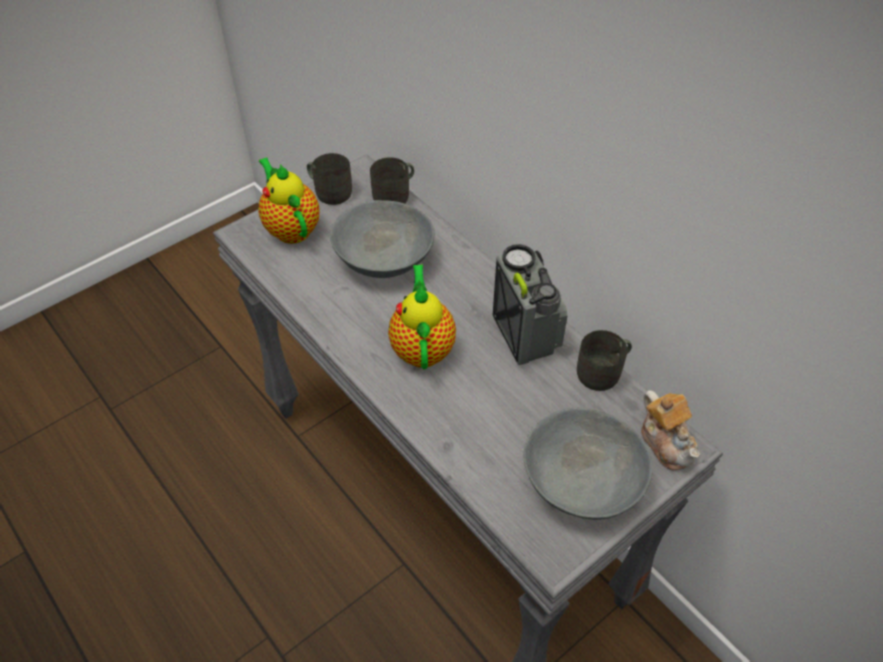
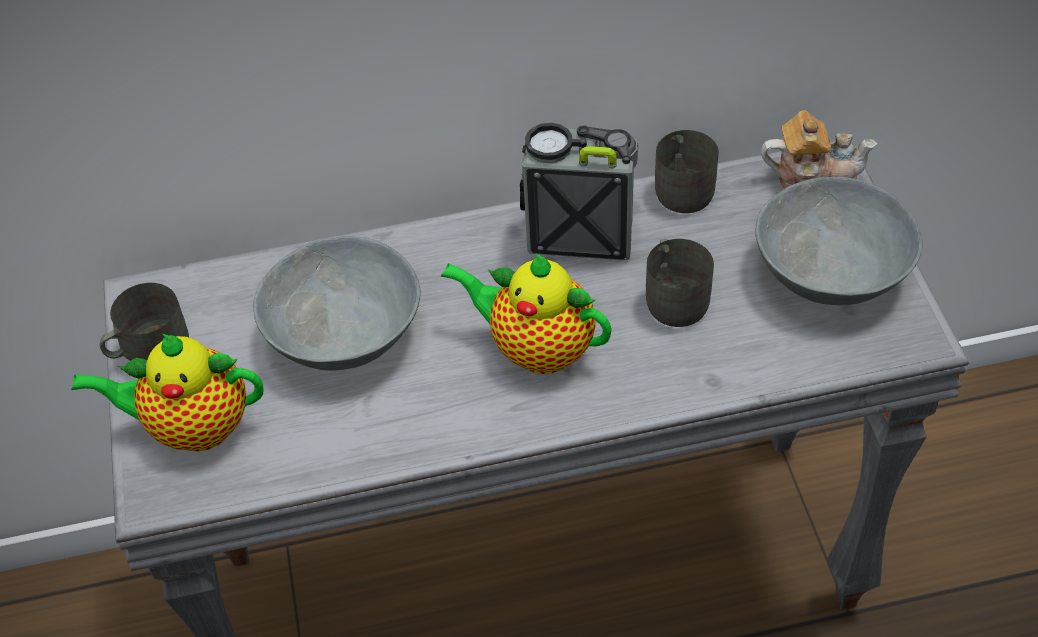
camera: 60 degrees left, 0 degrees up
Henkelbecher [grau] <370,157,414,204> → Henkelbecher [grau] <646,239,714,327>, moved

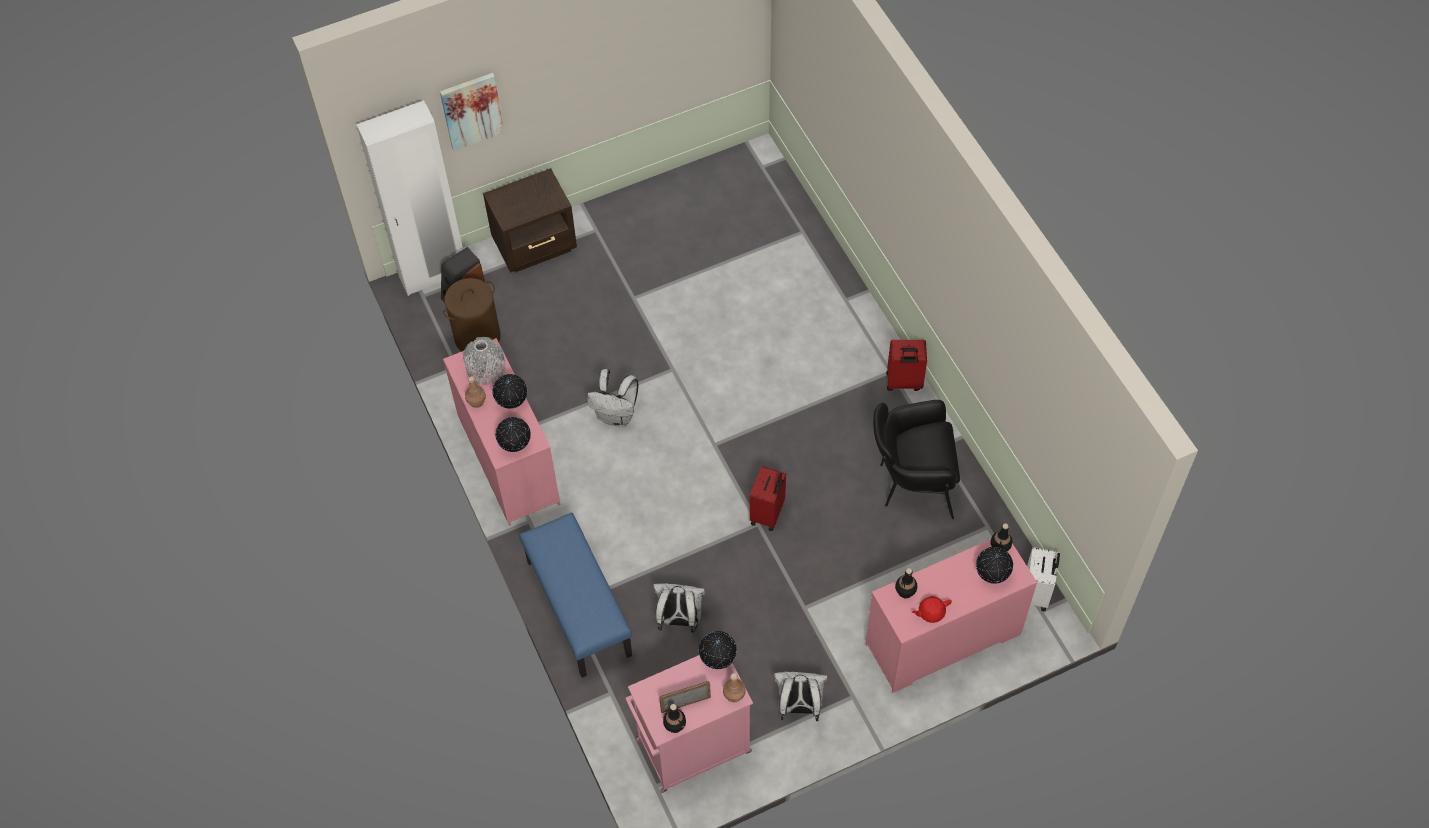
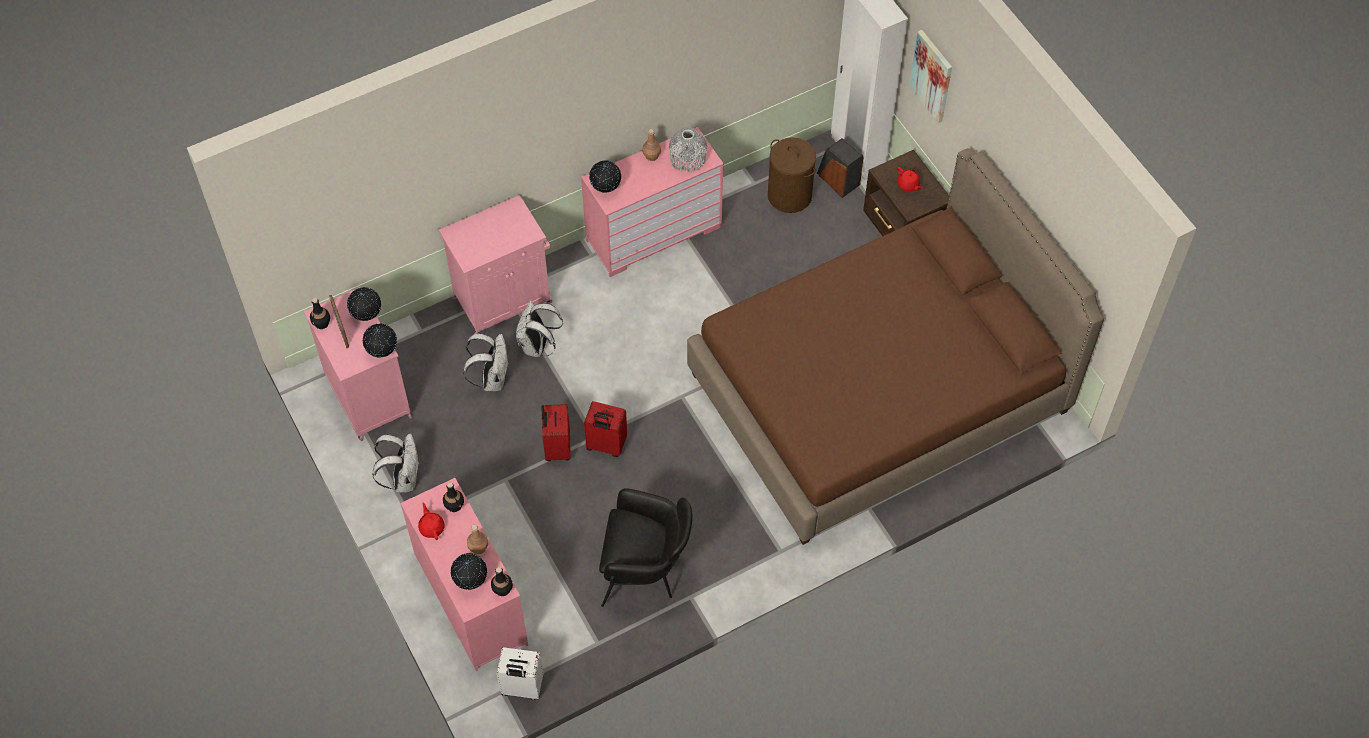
camera: 85 degrees right, 0 degrees up
Globus <492,374,527,409> → Globus <347,287,381,321>, moved
Bank [blau] <519,512,632,678> → Schrank [rosa] <439,195,552,334>
Flasche [braun] <723,673,745,702> → Flasche [braun] <467,525,488,554>, moved
Rucksack [weiß] <587,369,638,427> → Rucksack [weiß] <516,300,563,357>, moved
Koffer [rot] <886,340,927,391> → Koffer [rot] <542,404,571,461>, moved
Sessel [schwarz] <873,400,960,519> → Sessel [schwarz] <599,488,692,607>, 105 degrees clockwise
- → Bett [braun] <687,148,1104,545>
- → Teekanne [rot] <897,167,923,191>

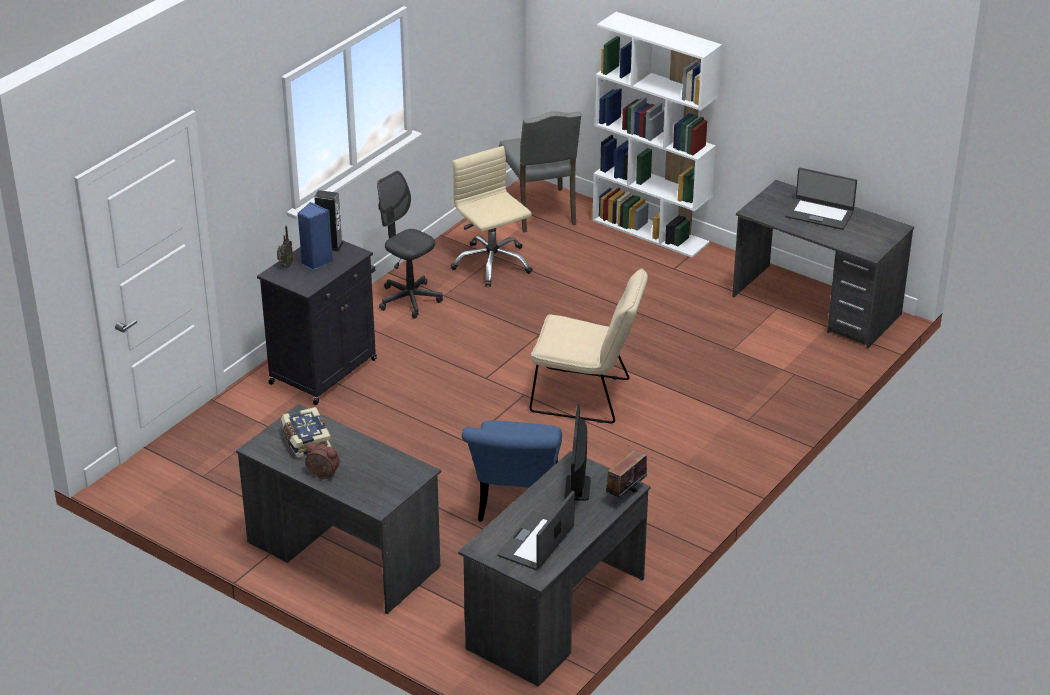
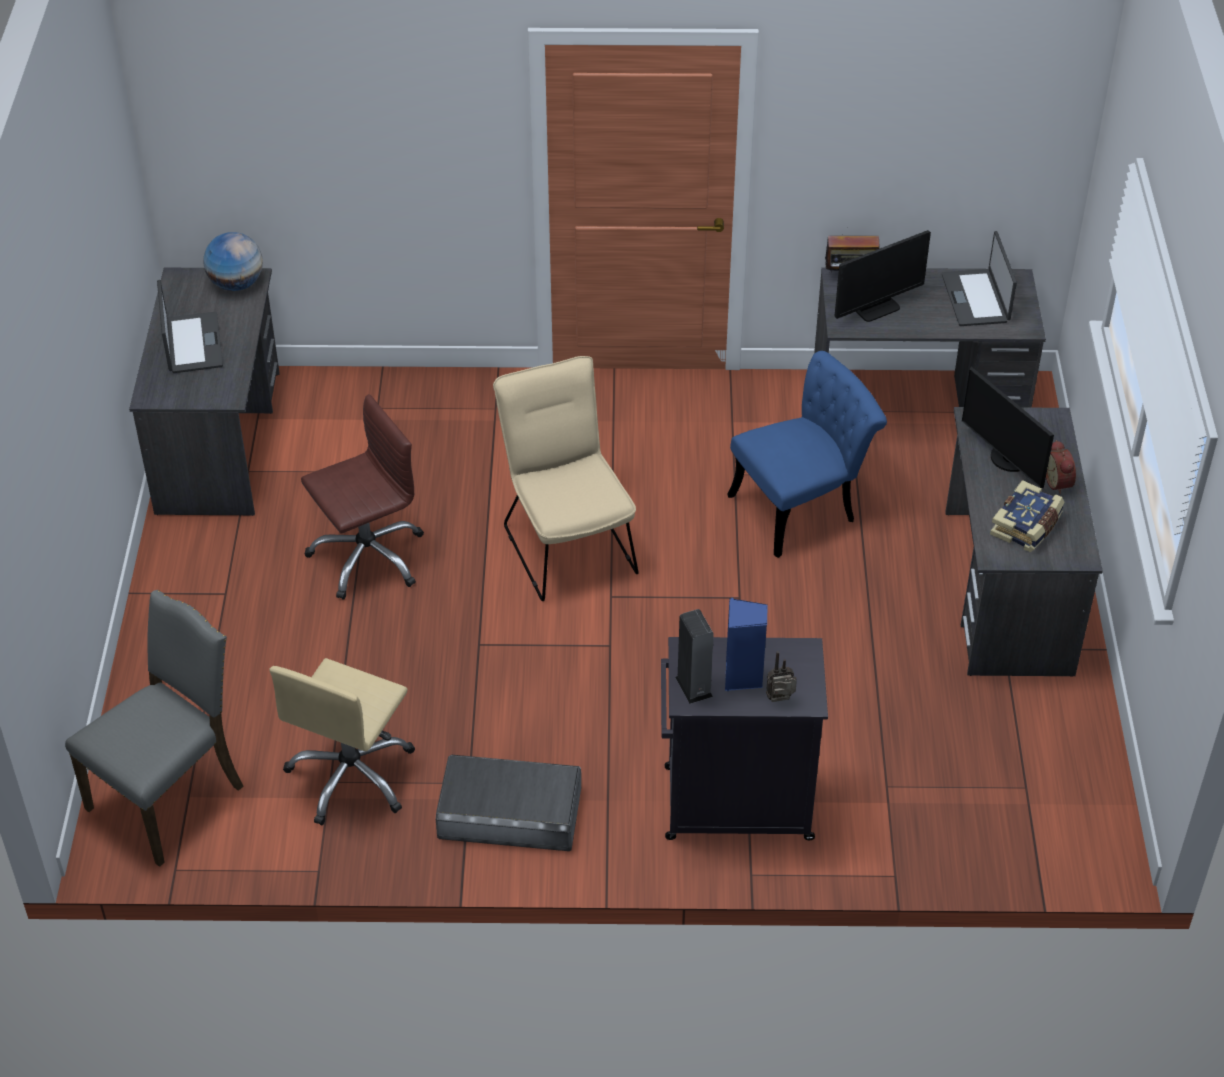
camera: 125 degrees left, 10 degrees up
- → Globus <203,232,263,291>
- → Bürostuhl [braun] <301,394,424,600>
Bürostuhl [grau] <377,171,443,319> → Aufbewahrungsbox [grau] <436,755,581,851>
Laptop <497,491,575,570> → Laptop <942,231,1017,326>, 90 degrees clockwise
- → Monitor <962,367,1054,488>
Bücherregal [weiß] <592,12,722,258> → -

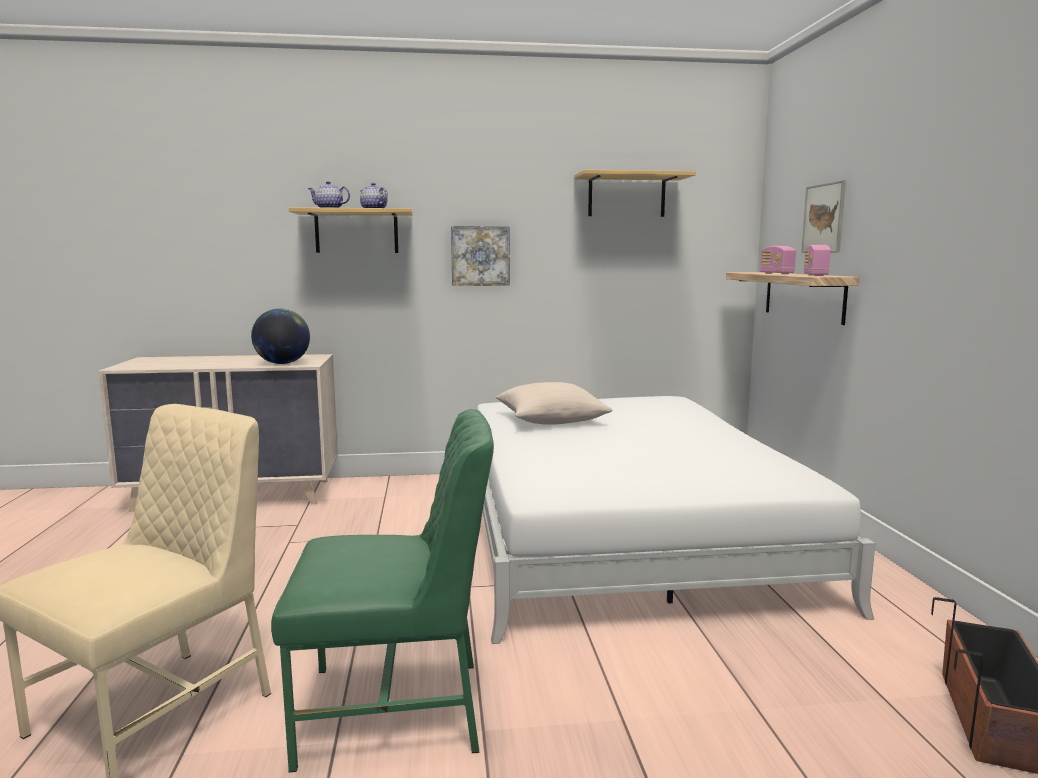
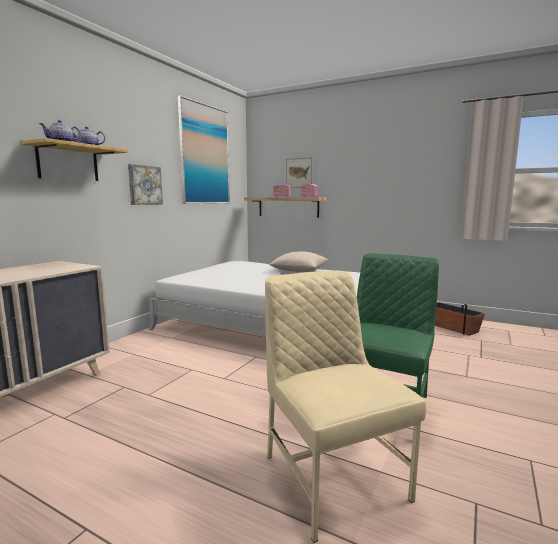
camera: 55 degrees left, 0 degrees up
Wandregal <574,169,696,217> → Bild <178,95,230,204>
Kissen [beige] <495,382,612,425> → Kissen [beige] <269,252,328,272>, moved
Globus <251,309,310,364> → -

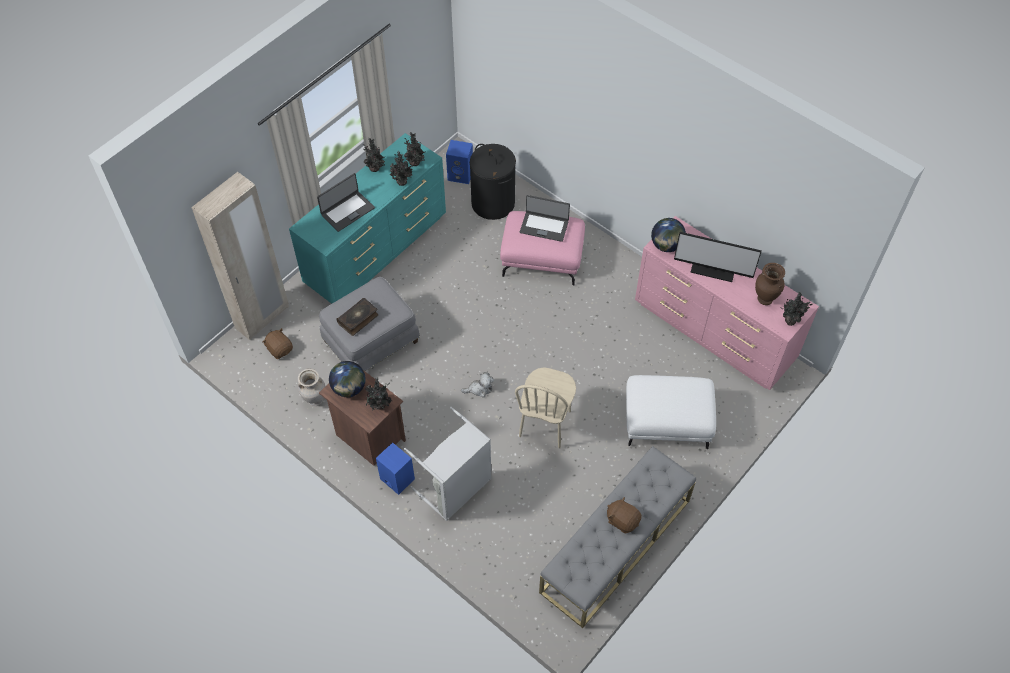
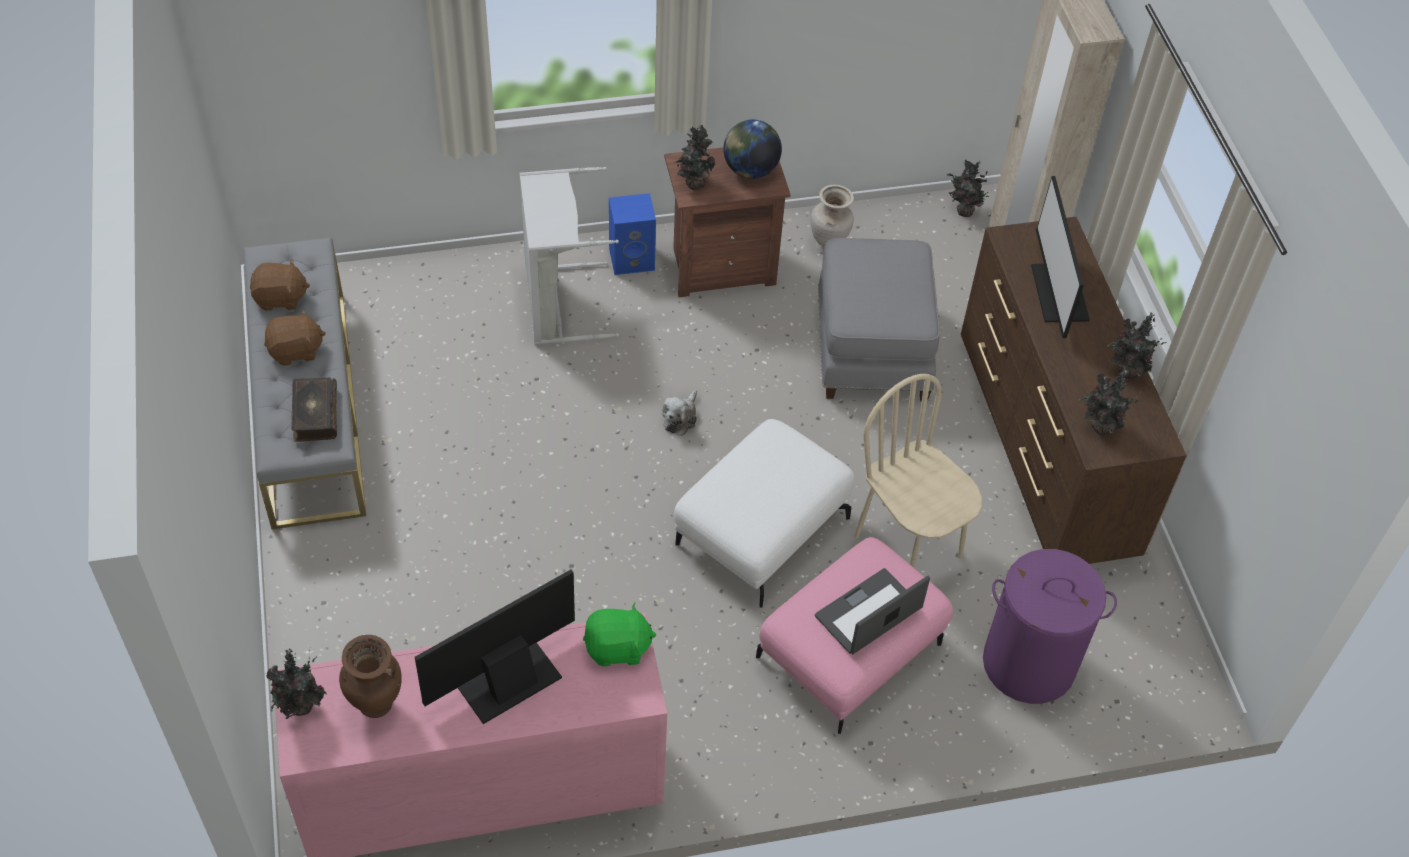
camera: 125 degrees right, 5 degrees down
Plüschtier [braun] <262,328,293,359> → Plüschtier [braun] <250,259,310,311>, moved
Buch <336,298,378,336> → Buch <291,377,337,442>, moved
Globus <651,218,686,252> → Plüschtier [grün] <583,603,657,666>
Polsterhocker [weiß] <626,375,716,449> → Polsterhocker [weiß] <674,419,854,608>, moved
Stuhl [beige] <515,367,576,448> → Stuhl [beige] <855,374,982,567>, moved
Topfpflanze <390,151,413,186> → Topfpflanze <947,160,994,217>, moved
Kommode [türkis] <289,133,446,304> → Kommode [braun] <961,217,1187,564>
Wäschekorb [schwarz] <470,144,516,220> → Wäschekorb [lila] <983,549,1117,704>
Laptop <317,173,375,232> → Monitor <1031,176,1090,338>
Lautsprecher [blau] <446,140,473,184> → -

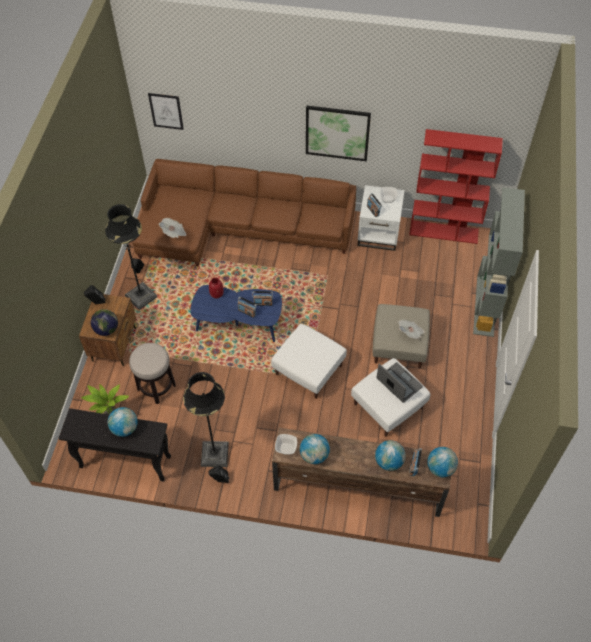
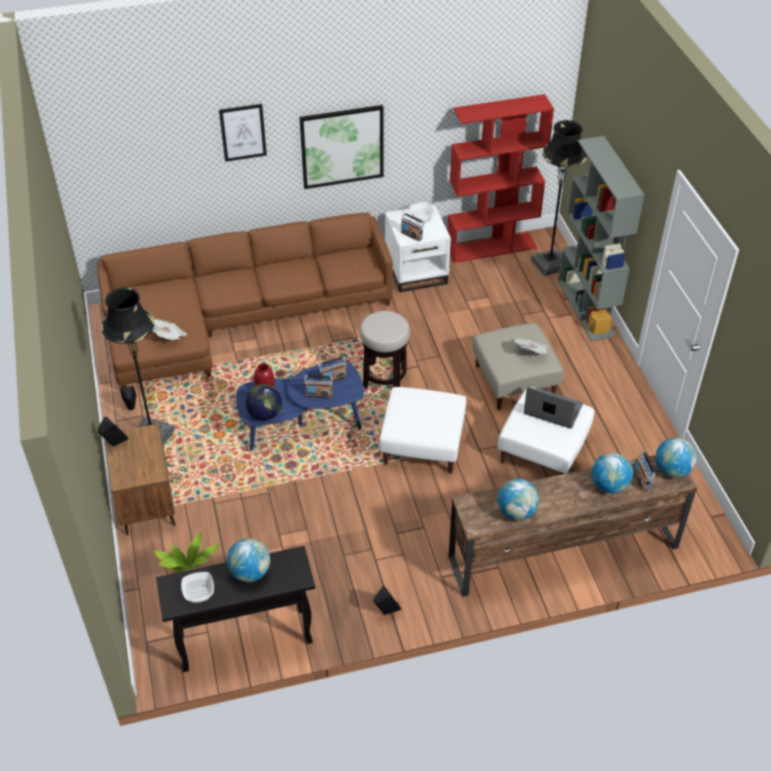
camera: 25 degrees left, 10 degrees down
Schüssel <275,434,297,455> → Schüssel <181,572,214,603>, moved
Bild <148,93,184,130> → Bild <219,104,267,162>, moved
Globus <91,309,118,336> → Globus <246,384,282,420>, moved
Hocker <129,343,176,404> → Hocker <360,311,410,389>, moved
Stehlampe [schwarz] <183,372,229,467> → Stehlampe [schwarz] <530,120,587,276>, moved

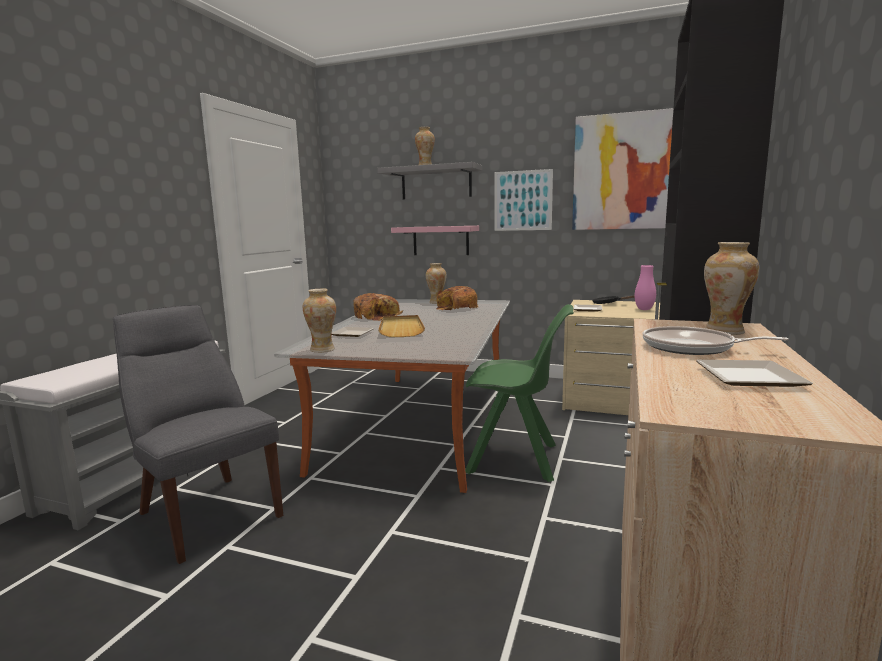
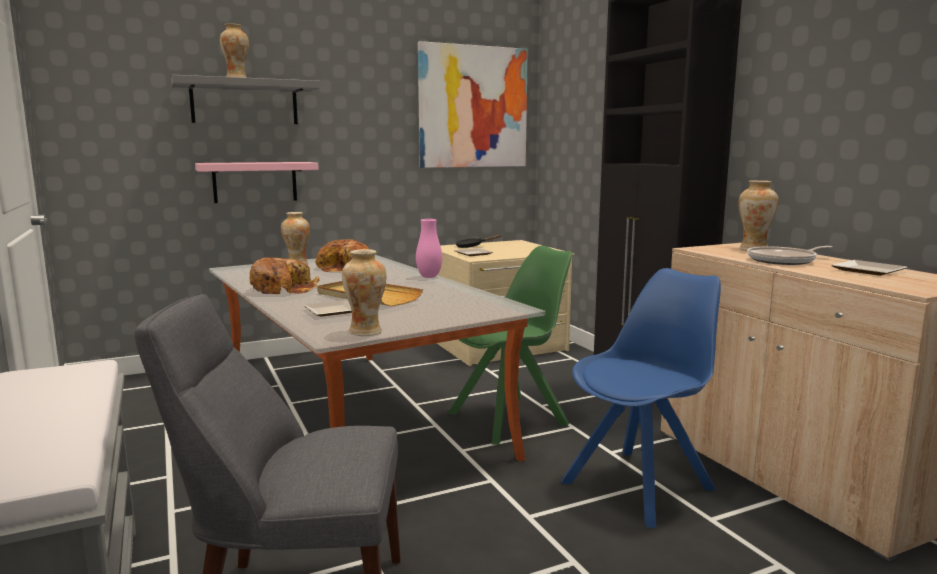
camera: 45 degrees left, 0 degrees up
Vase [rosa] <635,265,656,310> → Vase [rosa] <416,219,442,278>, moved
- → Stuhl [blau] <561,268,721,528>
Bild <495,169,553,231> → -

